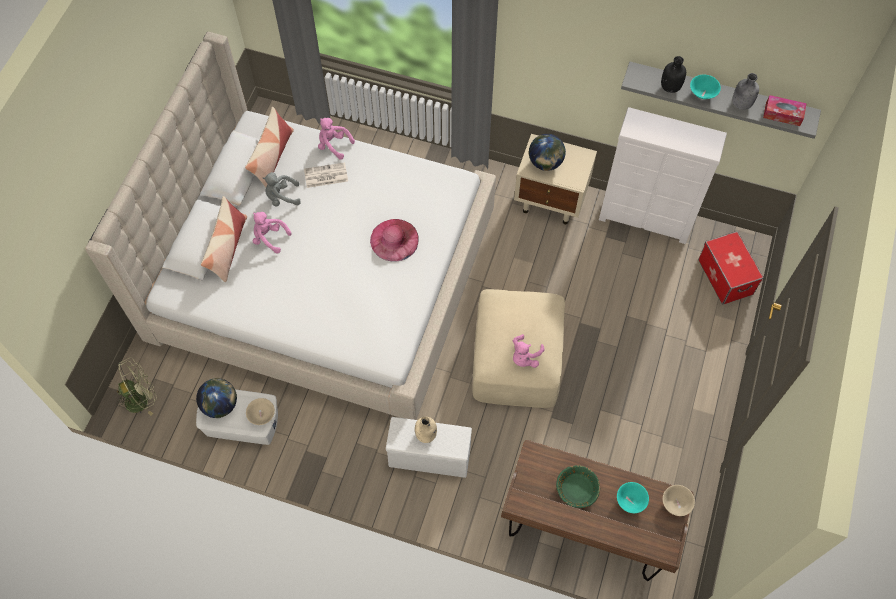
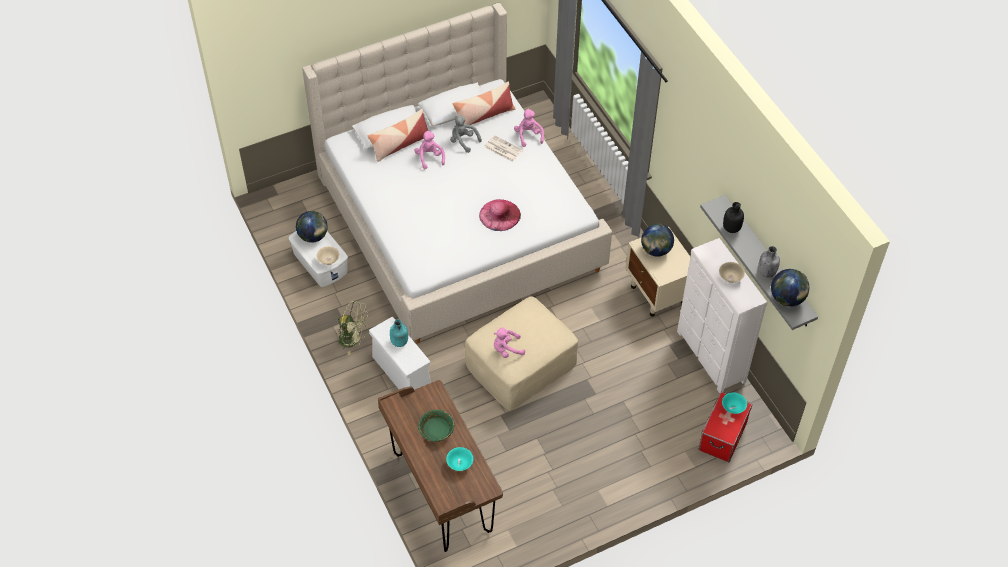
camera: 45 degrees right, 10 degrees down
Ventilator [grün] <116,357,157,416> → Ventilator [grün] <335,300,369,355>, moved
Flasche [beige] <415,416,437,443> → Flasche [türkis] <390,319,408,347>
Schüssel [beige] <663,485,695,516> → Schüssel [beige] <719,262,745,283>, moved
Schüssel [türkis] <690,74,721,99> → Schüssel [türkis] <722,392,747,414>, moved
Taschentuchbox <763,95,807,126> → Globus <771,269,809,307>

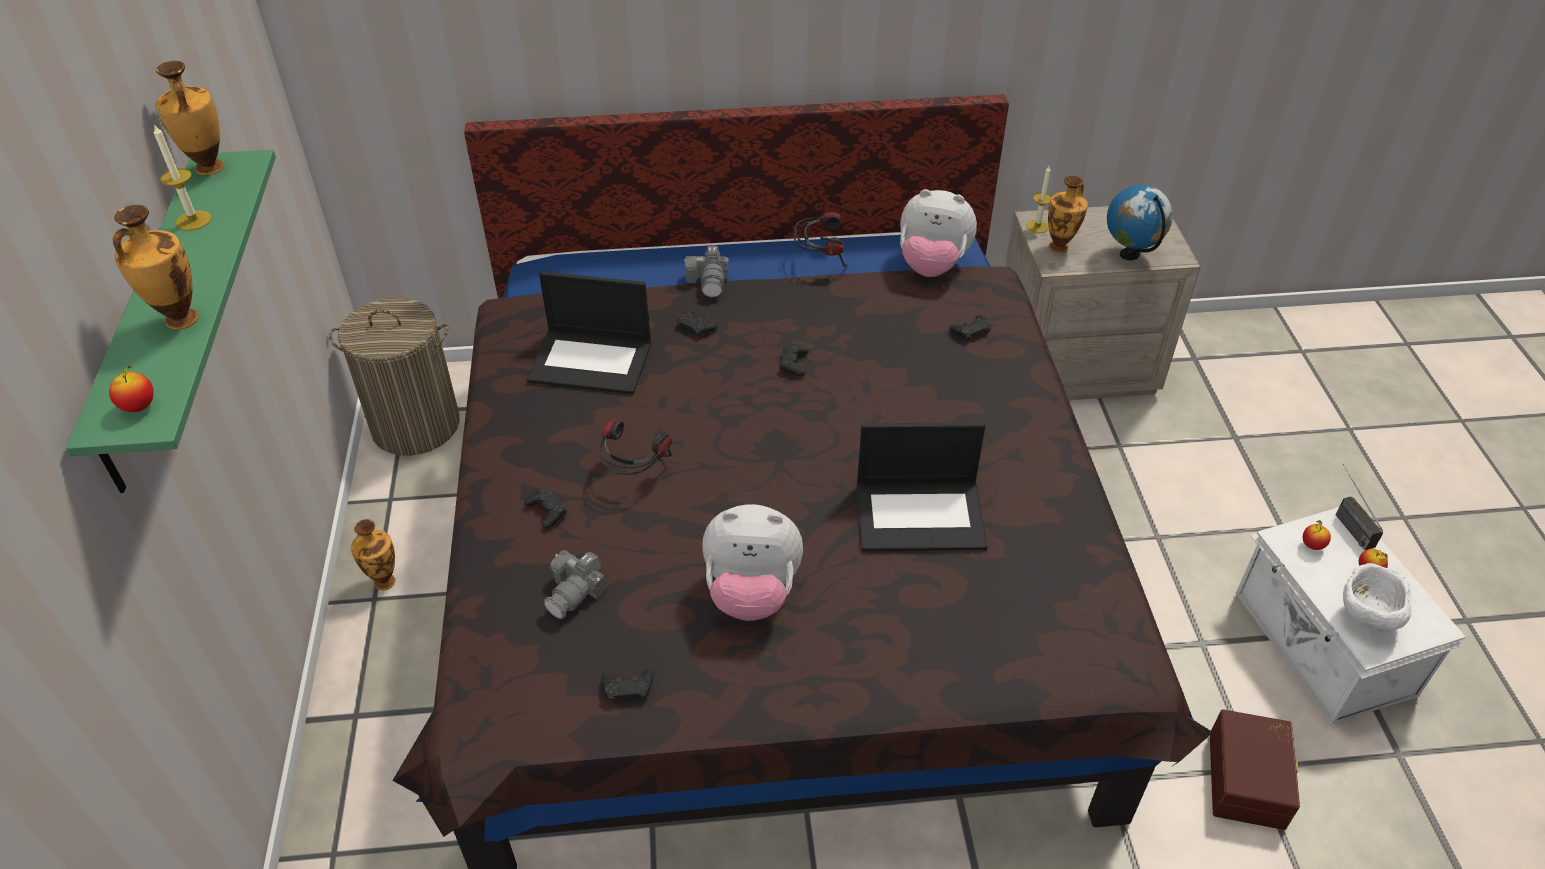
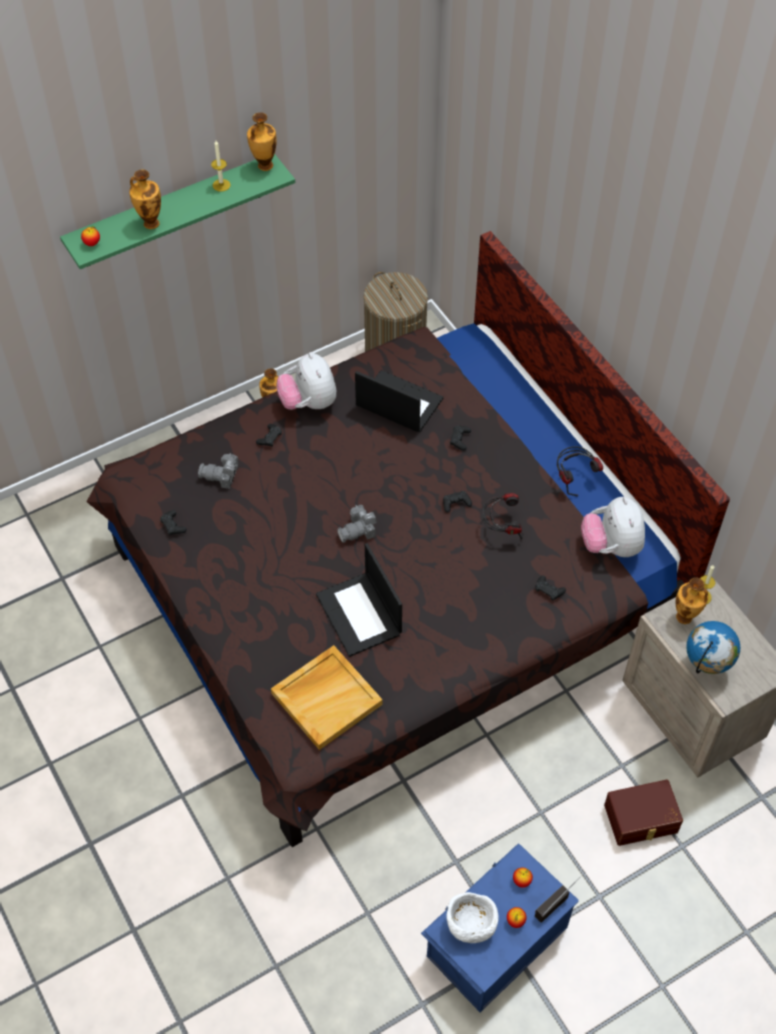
camera: 65 degrees right, 10 degrees up
- → Tablett [beige] <271,645,383,750>
Plüschtier <702,504,803,621> → Plüschtier <276,352,336,410>, moved
Kamera <684,246,729,298> → Kamera <337,505,377,543>, moved
Laptop <527,271,651,394> → Laptop <355,370,444,432>, 135 degrees clockwise
Aufbewahrungsbox [weiß] <1235,507,1466,724> → Aufbewahrungsbox [blau] <421,843,579,1012>
Kopfhörer <598,419,672,475> → Kopfhörer <482,493,523,539>, moved
Aufbewahrungsbox [braun] <1210,709,1300,830> → Aufbewahrungsbox [braun] <604,780,683,846>, moved

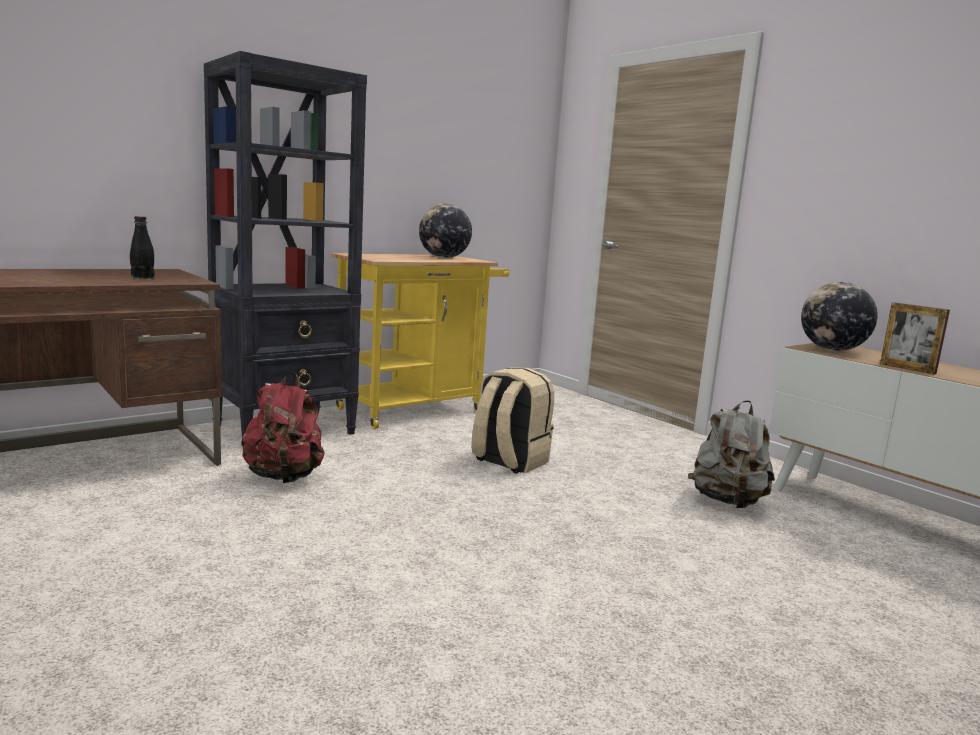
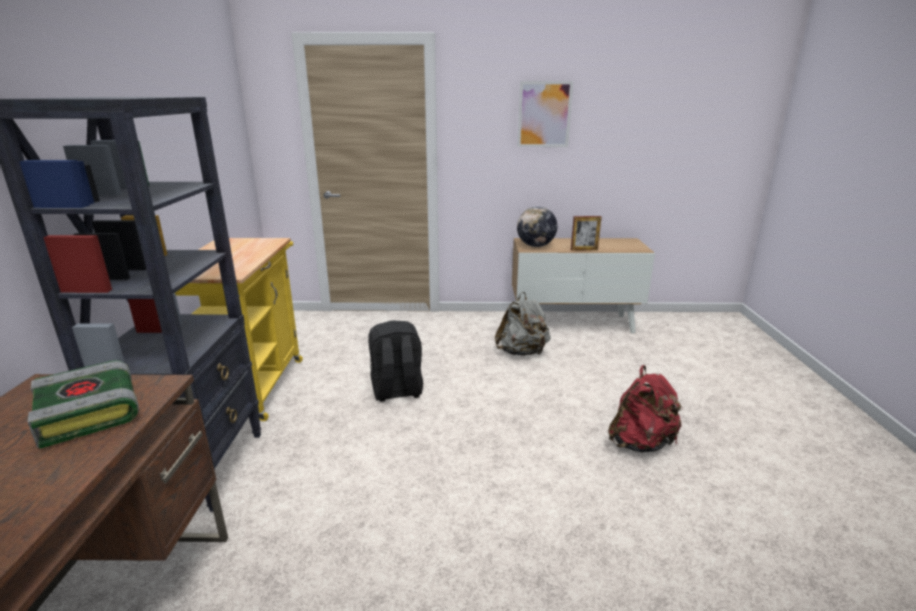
camera: 50 degrees left, 10 degrees up
Flasche [schwarz] <130,216,155,279> → Buch <28,360,139,449>
Rucksack [beige] <471,367,554,474> → Rucksack [schwarz] <369,320,423,402>
- → Bild <517,81,573,147>
Rucksack [rot] <241,372,325,483> → Rucksack [rot] <608,365,684,453>, moved
Globus <419,204,472,258> → -

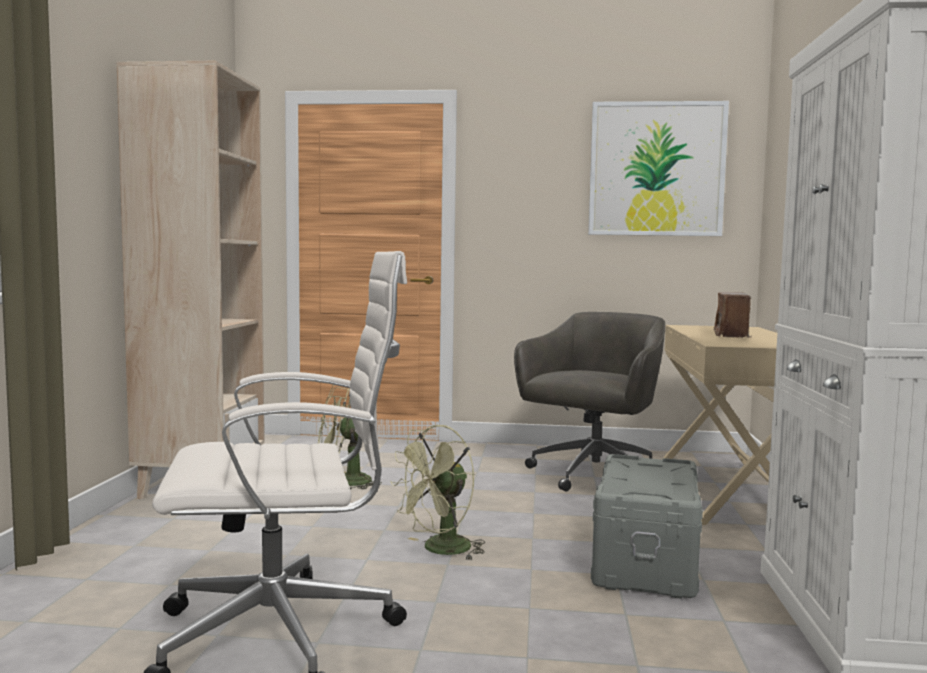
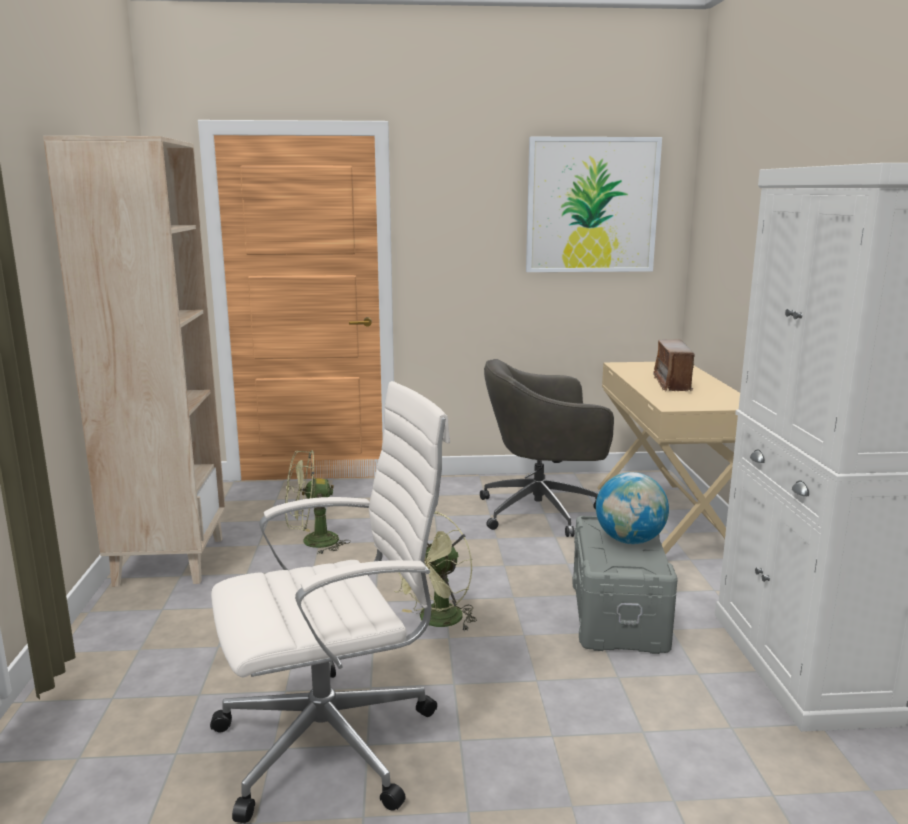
camera: 10 degrees left, 10 degrees up
Bürostuhl [grau] <514,312,665,491> → Bürostuhl [grau] <480,359,614,537>, 120 degrees counterclockwise
- → Globus <596,472,669,544>

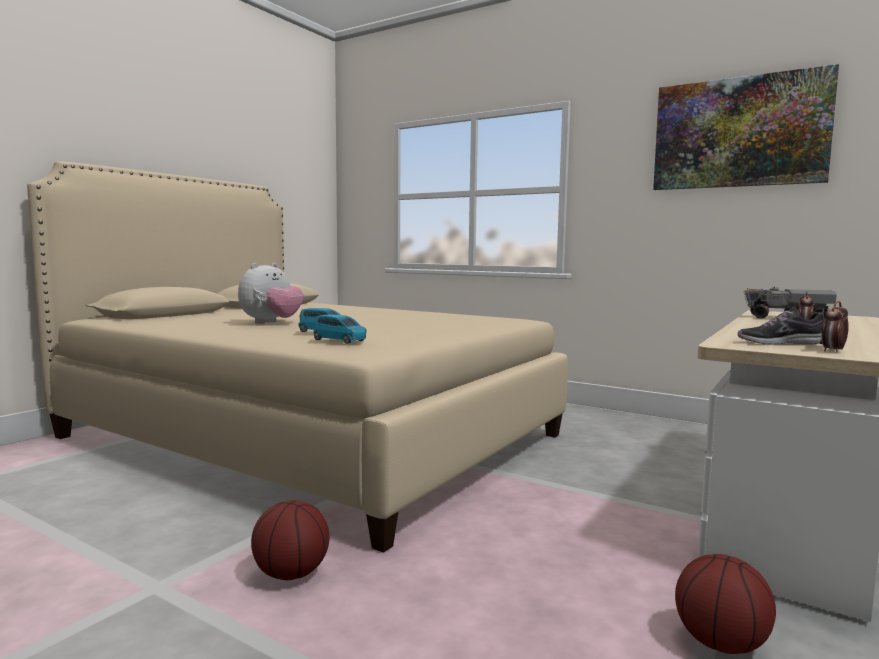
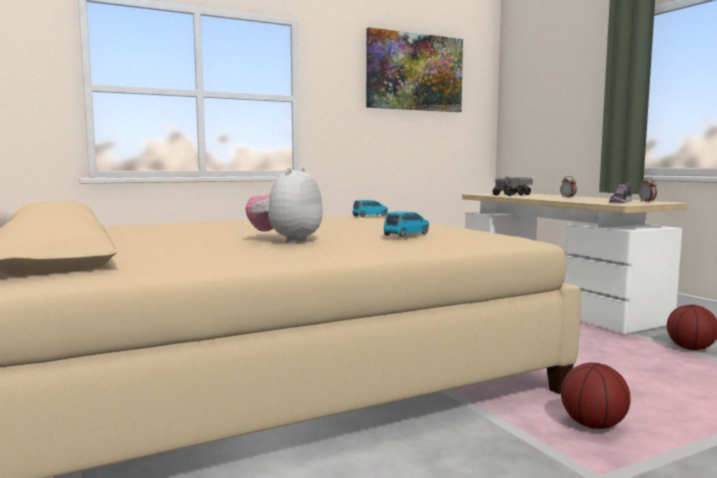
camera: 60 degrees left, 0 degrees up
Plüschtier <238,263,304,324> → Plüschtier <246,167,323,243>, 135 degrees counterclockwise
Spielzeugauto [blau] <314,314,366,344> → Spielzeugauto [blau] <352,200,388,217>, moved

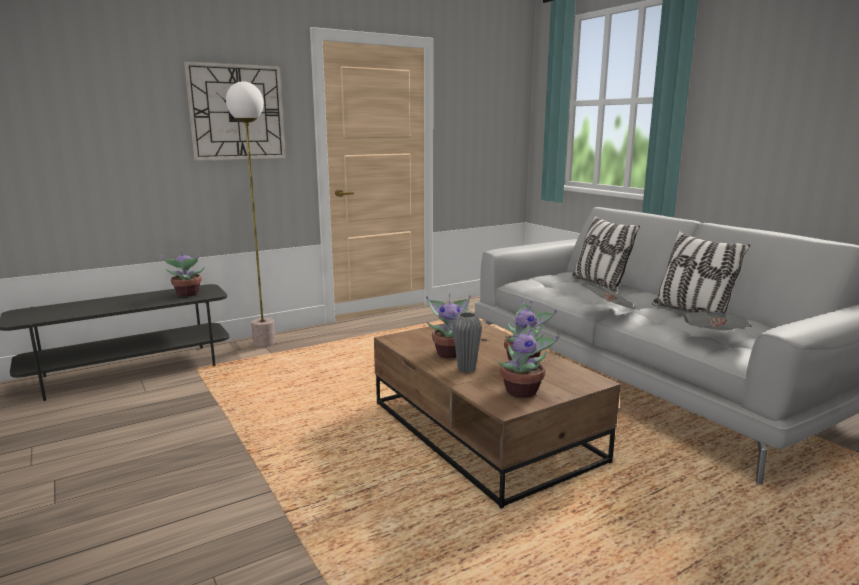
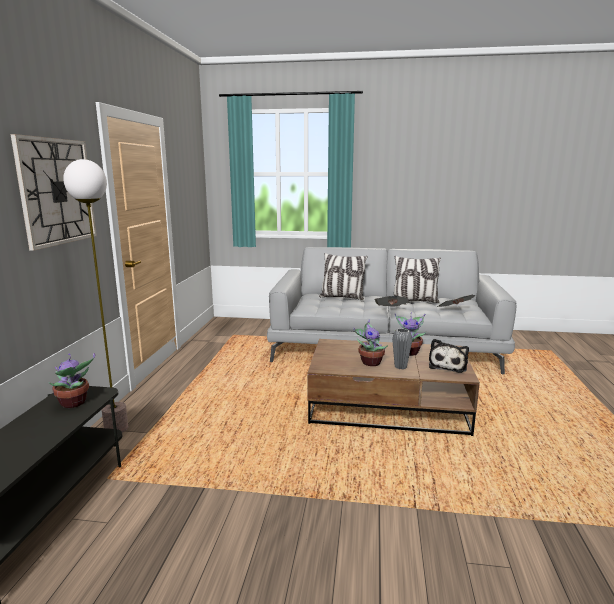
camera: 50 degrees left, 0 degrees up
Topfpflanze <498,320,558,398> → Plüschtier <429,339,469,373>

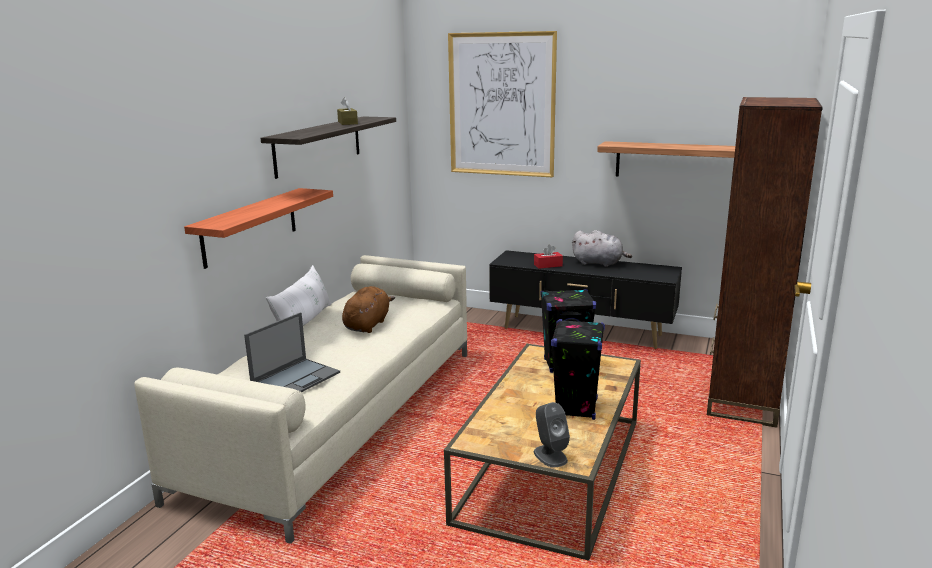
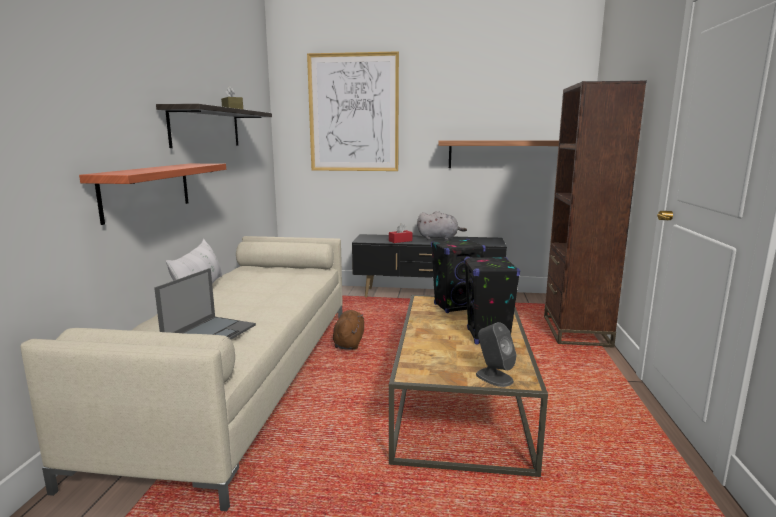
camera: 15 degrees left, 5 degrees down
Plüschtier [braun] <342,286,395,333> → Plüschtier [braun] <333,310,364,350>, moved

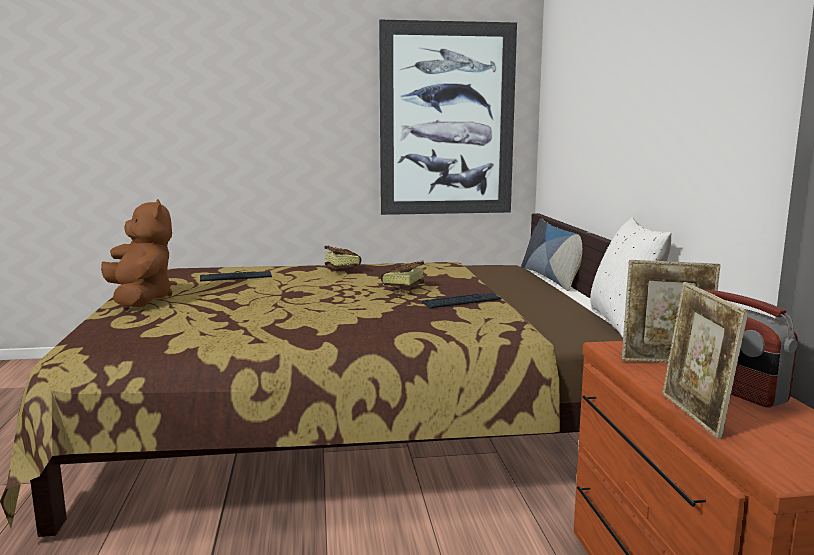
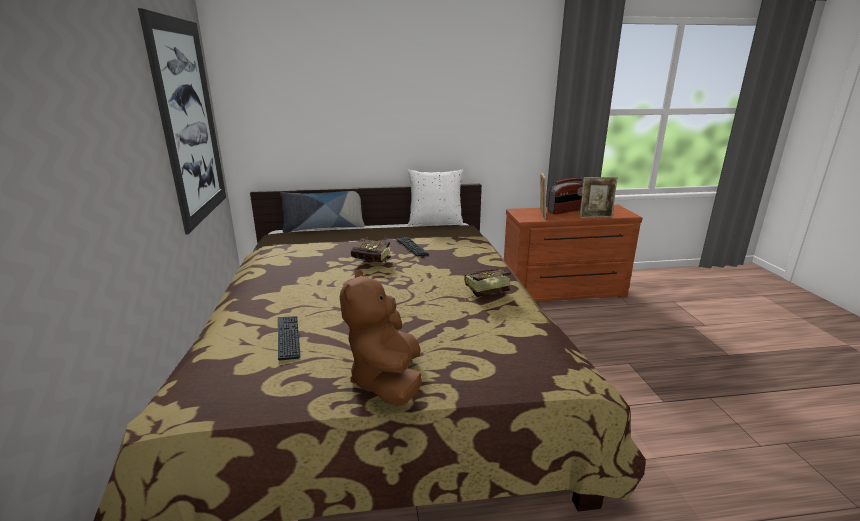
camera: 90 degrees left, 10 degrees up
Plüschtier [braun] <101,199,173,307> → Plüschtier [braun] <340,269,422,406>, 60 degrees counterclockwise
Buch <324,246,361,271> → Buch <464,269,511,300>, moved

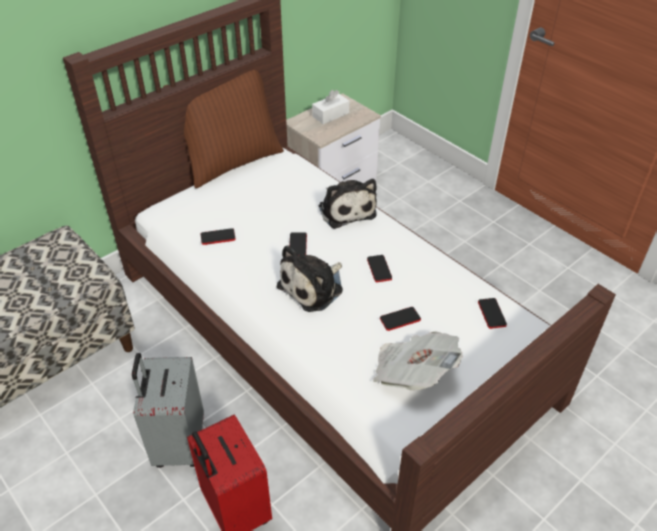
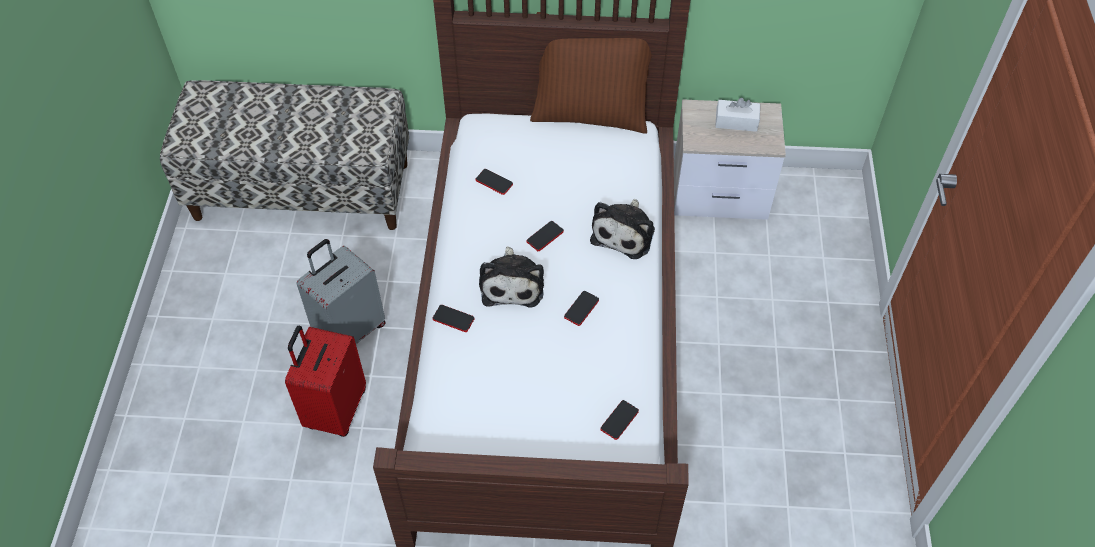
camera: 45 degrees right, 10 degrees up
Handy <380,307,421,331> → Handy <433,305,475,332>, moved
Plüschtier <277,245,343,312> → Plüschtier <479,246,544,308>, 90 degrees counterclockwise
Zeitung <374,331,463,390> → -

